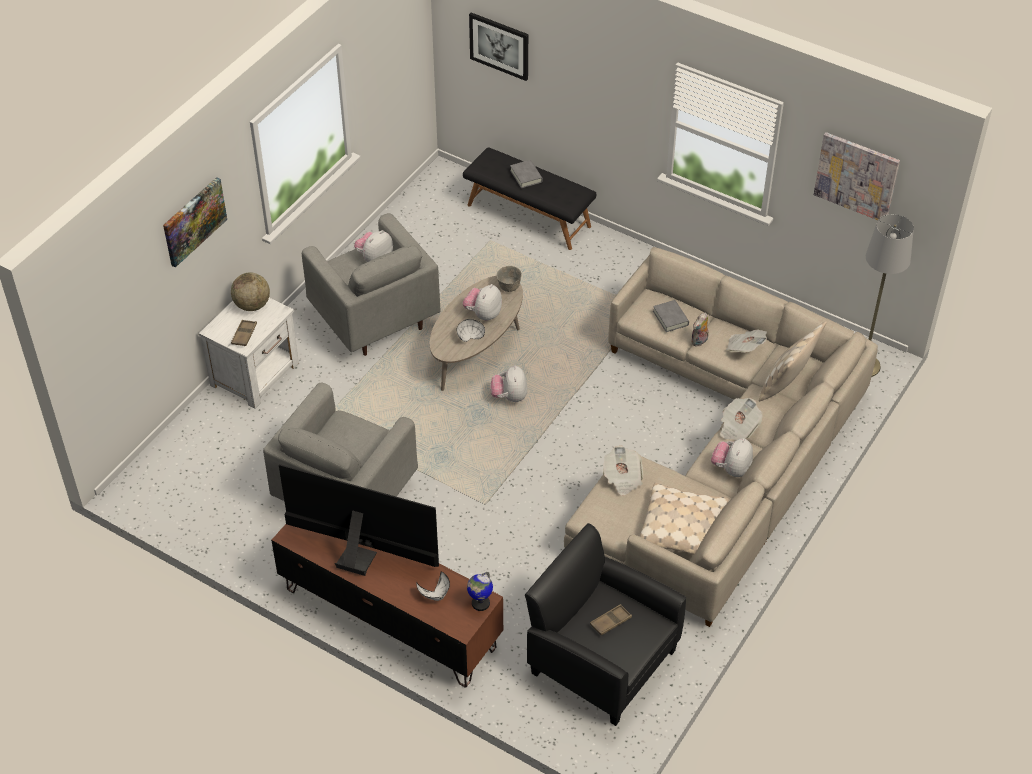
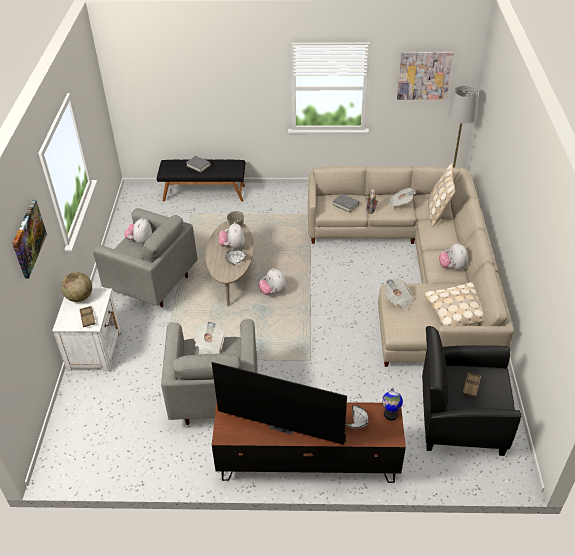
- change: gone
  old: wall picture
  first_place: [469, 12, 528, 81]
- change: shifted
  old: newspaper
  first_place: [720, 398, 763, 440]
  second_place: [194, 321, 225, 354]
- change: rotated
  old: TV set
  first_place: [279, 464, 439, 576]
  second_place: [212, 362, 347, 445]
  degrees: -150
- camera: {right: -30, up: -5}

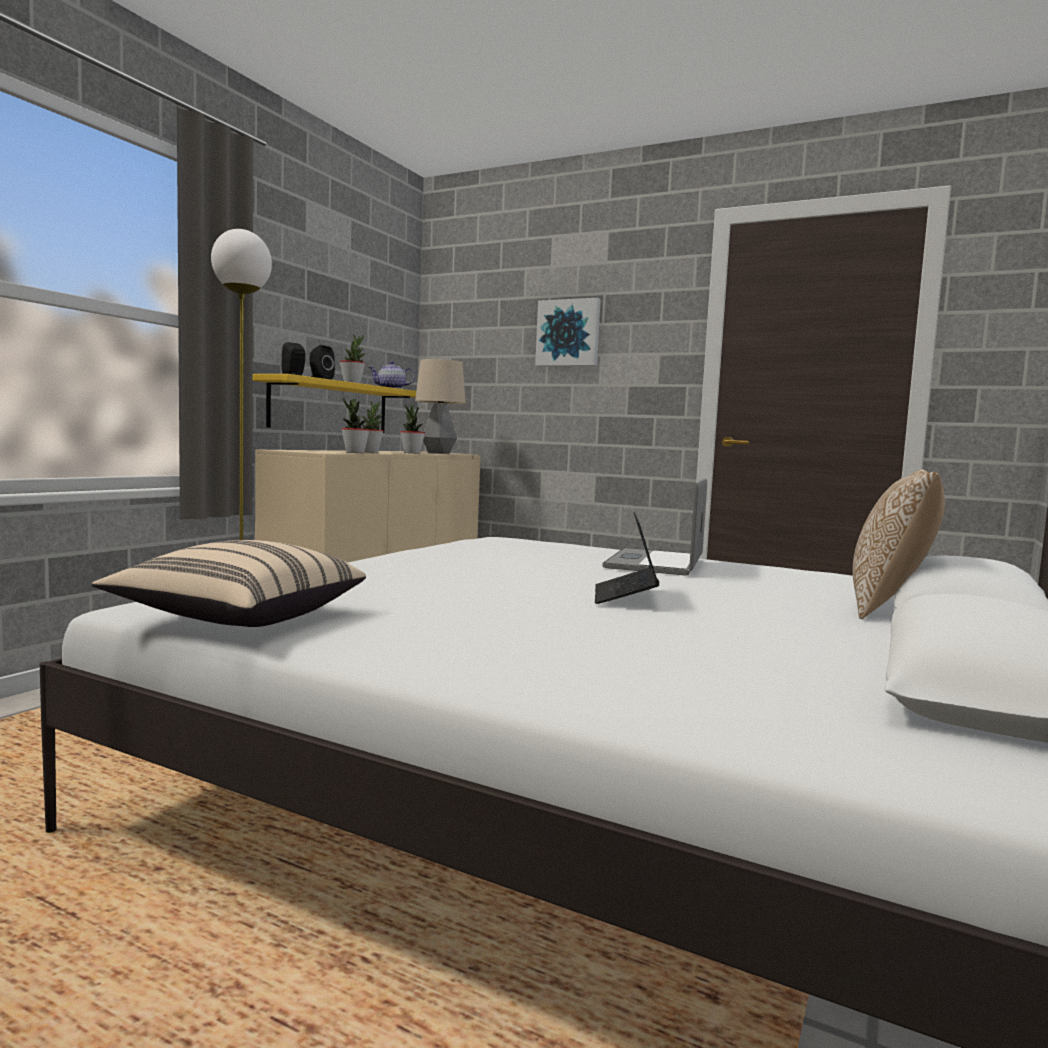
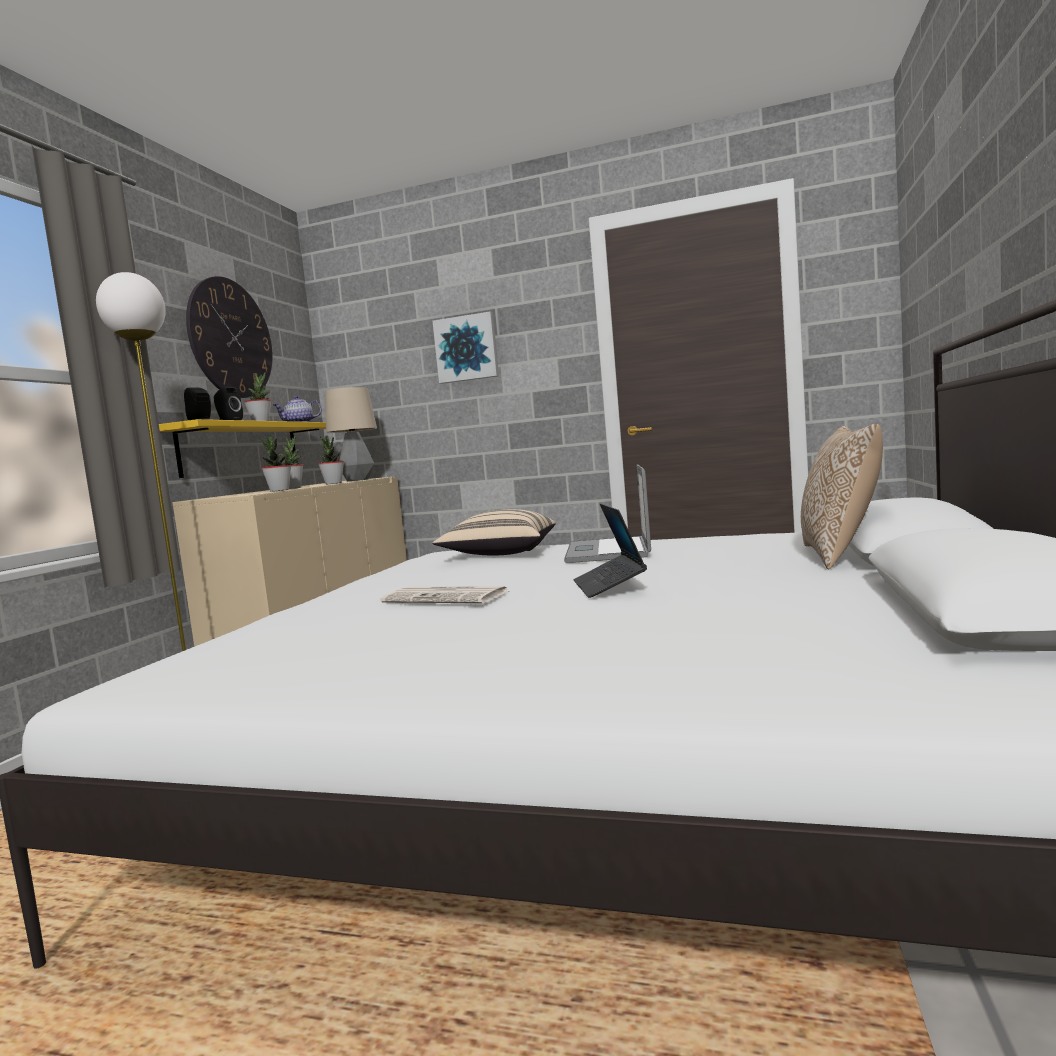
- change: new
  new: clock on the wall
  second_place: [186, 276, 273, 398]
- change: new
  new: newspaper
  second_place: [381, 586, 508, 603]
- change: shifted
  old: throw pillow in sand-coloured
  first_place: [92, 540, 366, 627]
  second_place: [432, 509, 555, 555]
- camera: {right: -10, up: 0}

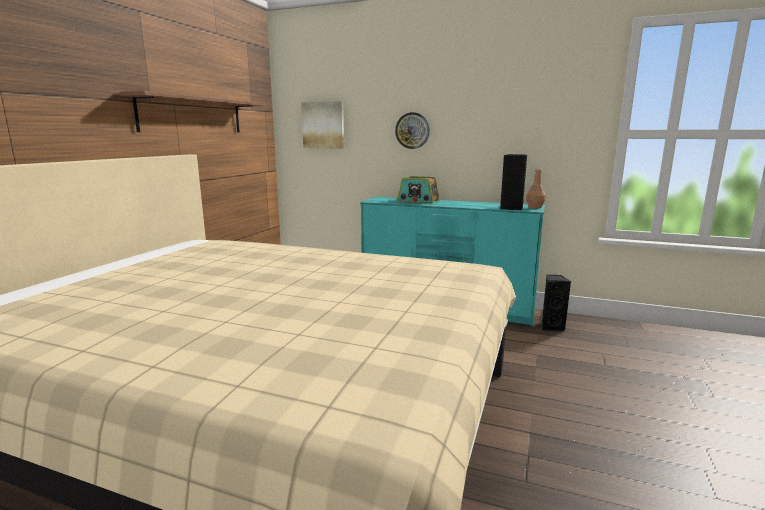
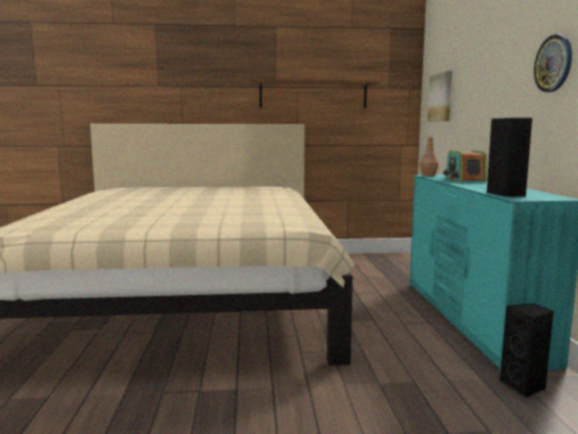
- change: shifted
  old: clock on the wall
  first_place: [395, 112, 430, 149]
  second_place: [534, 35, 572, 92]
- change: shifted
  old: drink bottle in brown-coloured
  first_place: [526, 168, 546, 209]
  second_place: [420, 136, 439, 176]
- camera: {right: 65, up: -5}

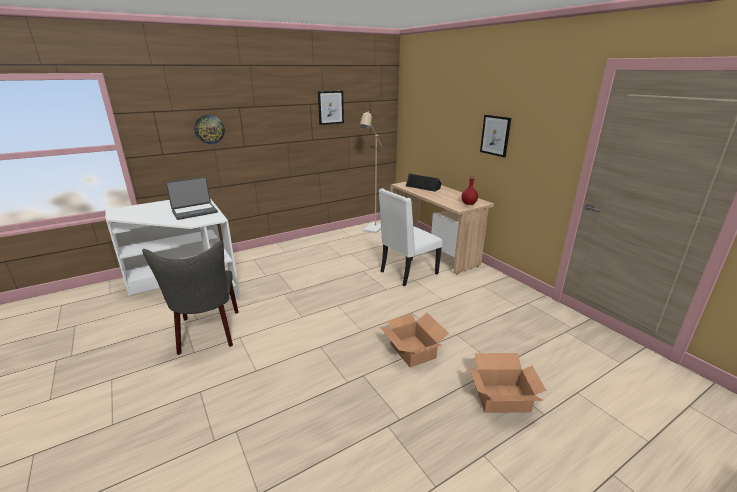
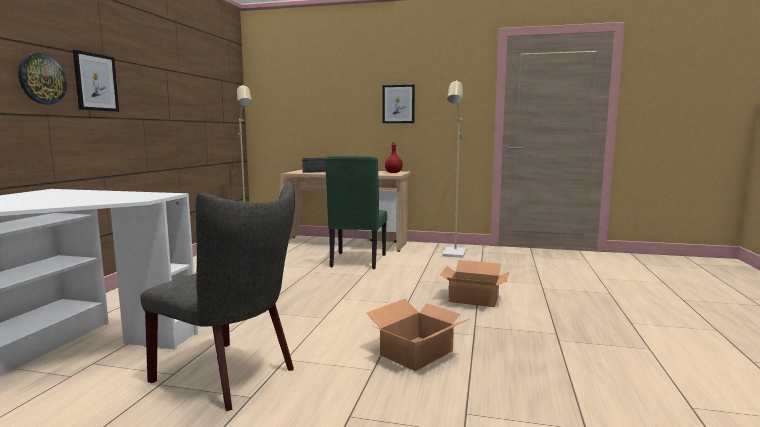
- change: gone
  old: portable computer
  first_place: [166, 177, 218, 220]
- change: new
  new: standing lamp in sand-coloured
  second_place: [442, 80, 466, 258]
- change: shifted
  old: wall picture
  first_place: [318, 91, 344, 125]
  second_place: [73, 50, 119, 112]
- change: shifted
  old: packing box
  first_place: [469, 353, 547, 413]
  second_place: [366, 299, 469, 371]
- change: repainted
  old: plain chair in white-coloured
  new: plain chair in greenish
  first_place: [379, 188, 443, 286]
  second_place: [325, 155, 387, 269]
- camera: {right: -45, up: -15}

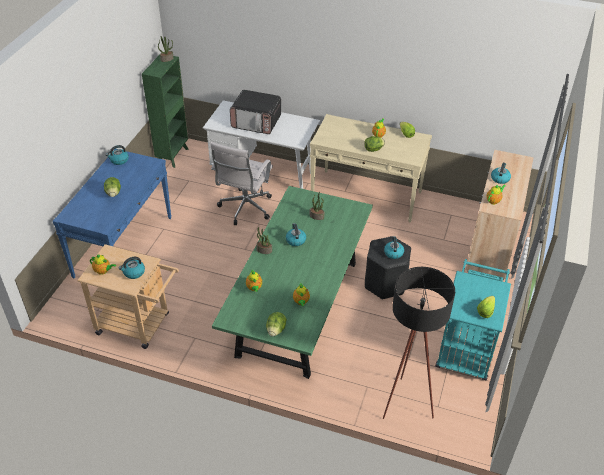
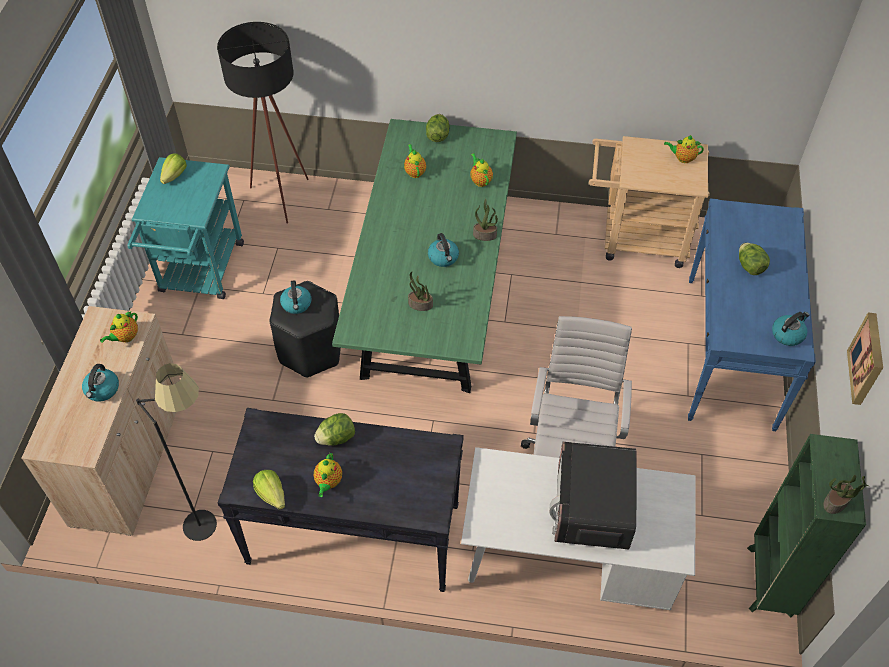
- change: gone
  old: tea kettle
  first_place: [118, 257, 145, 279]
- change: new
  new: standing lamp in blackish
  second_place: [136, 363, 217, 541]
- change: new
  new: wall picture
  second_place: [847, 312, 883, 405]
- change: repainted
  old: console table in sand-coloured
  new: console table in blackish
  first_place: [310, 114, 432, 223]
  second_place: [218, 408, 464, 592]
- change: rotated
  old: microwave oven
  first_place: [230, 90, 281, 134]
  second_place: [549, 442, 636, 549]
  degrees: -90
- camera: {right: 170, up: 10}

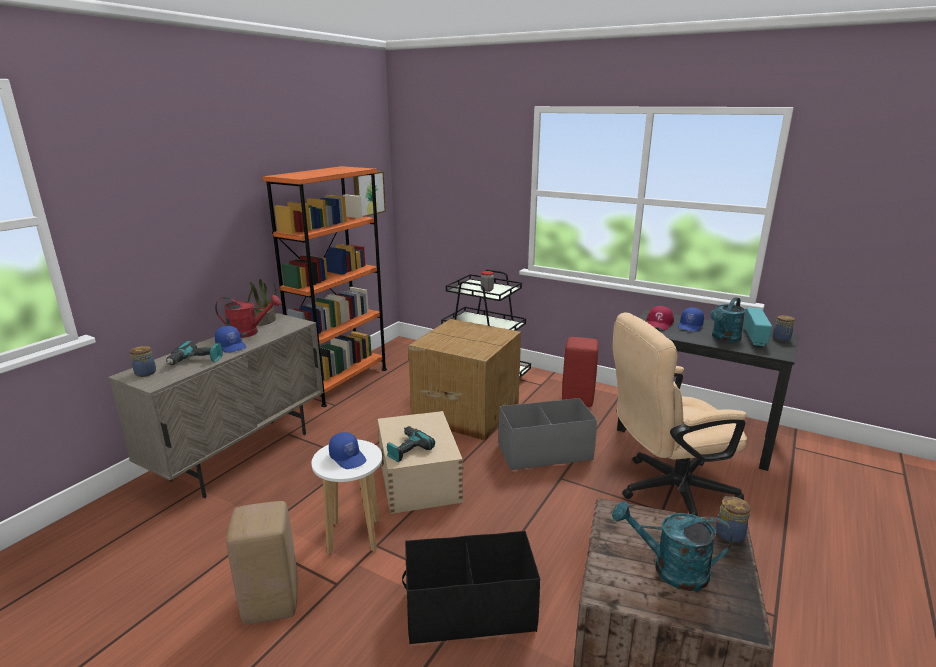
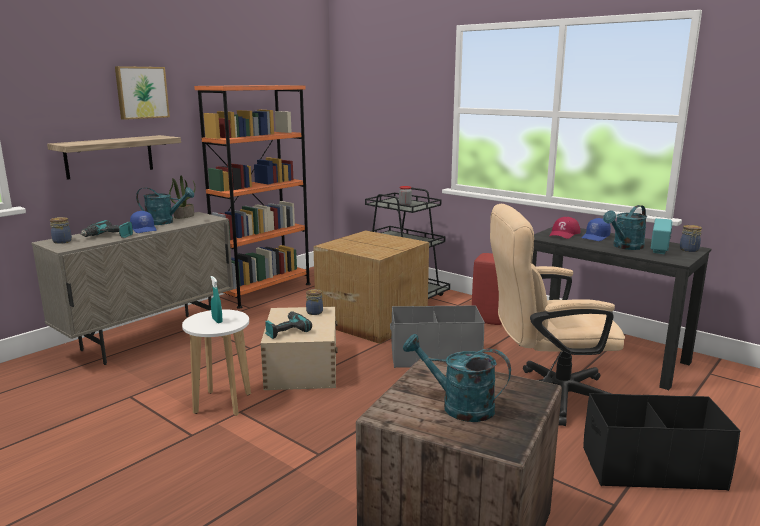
- change: gone
  old: stool seat in sand-coloured
  first_place: [226, 501, 298, 625]
- change: new
  new: wall shelf
  second_place: [47, 135, 181, 180]
- change: shifted
  old: wall picture
  first_place: [353, 171, 386, 217]
  second_place: [115, 66, 170, 120]
- change: shifted
  old: storage box in blackish
  first_place: [402, 531, 540, 645]
  second_place: [583, 393, 741, 491]
- change: shifted
  old: preserve jar
  first_place: [716, 496, 751, 543]
  second_place: [306, 289, 323, 315]
- change: swapped
  old: baseball cap in bluish
  new: hand sprayer in turquoise-coloured
  first_place: [329, 432, 366, 469]
  second_place: [211, 276, 222, 323]
- change: repainted
  old: watering can in red
  new: watering can in turquoise-coloured
  first_place: [215, 295, 281, 338]
  second_place: [136, 187, 194, 225]
- camera: {right: 10, up: -5}

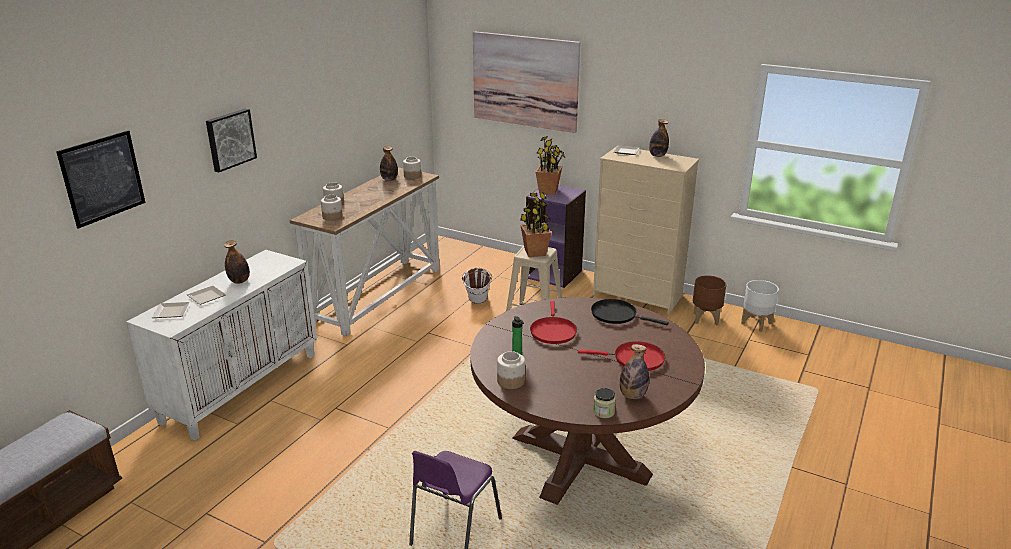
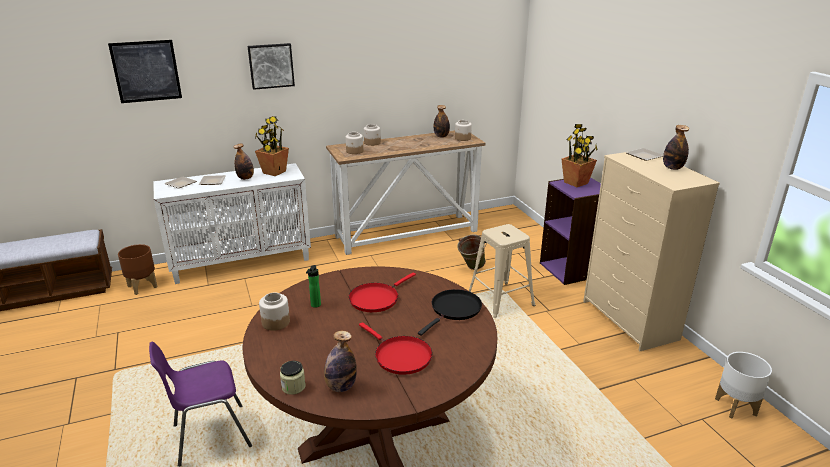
- change: gone
  old: wall picture
  first_place: [473, 31, 581, 133]
- change: shifted
  old: houseplant
  first_place: [520, 192, 551, 257]
  second_place: [254, 116, 289, 176]
- change: shifted
  old: plant pot in brown-coloured
  first_place: [693, 275, 726, 325]
  second_place: [118, 244, 157, 295]
- change: repainted
  old: pail in white-coloured
  new: pail in greenish
  first_place: [462, 268, 492, 304]
  second_place: [457, 235, 486, 270]
- change: rotated
  old: skillet in blackish
  first_place: [591, 299, 669, 325]
  second_place: [418, 289, 482, 336]
  degrees: 60
- camera: {right: 40, up: 0}

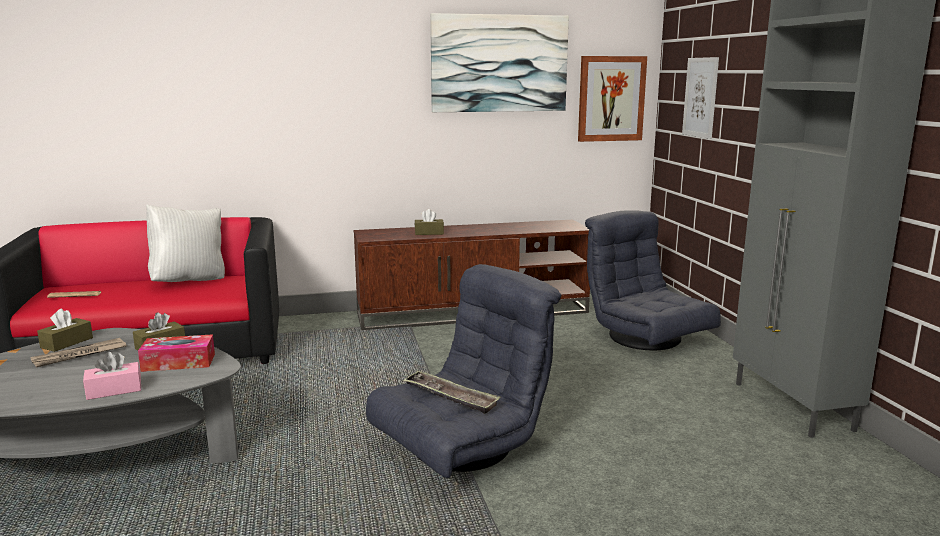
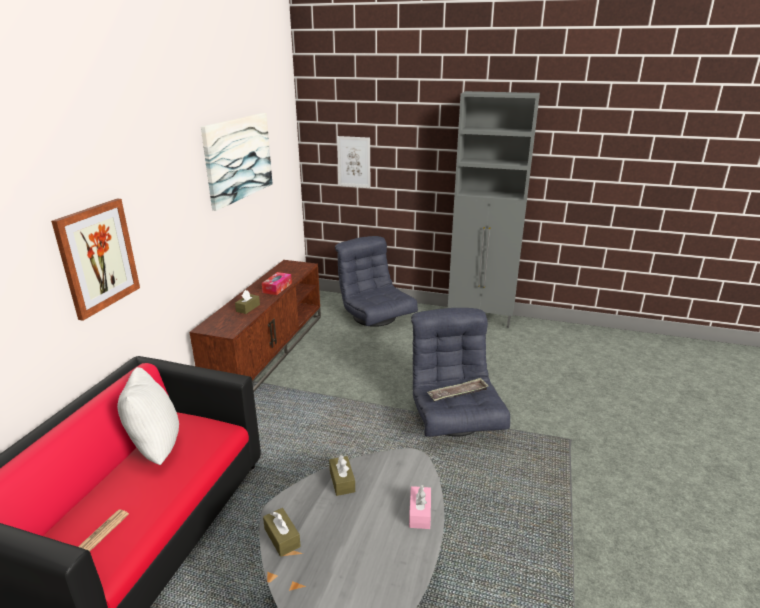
- change: gone
  old: newspaper
  first_place: [31, 338, 127, 368]
- change: shifted
  old: tissue holder
  first_place: [138, 334, 215, 372]
  second_place: [262, 272, 292, 295]
- change: shifted
  old: wall picture
  first_place: [578, 56, 647, 142]
  second_place: [51, 199, 140, 321]
- change: rotated
  old: lounge chair in grey
  first_place: [585, 210, 721, 350]
  second_place: [335, 236, 418, 327]
  degrees: 60
- camera: {right: -60, up: 10}

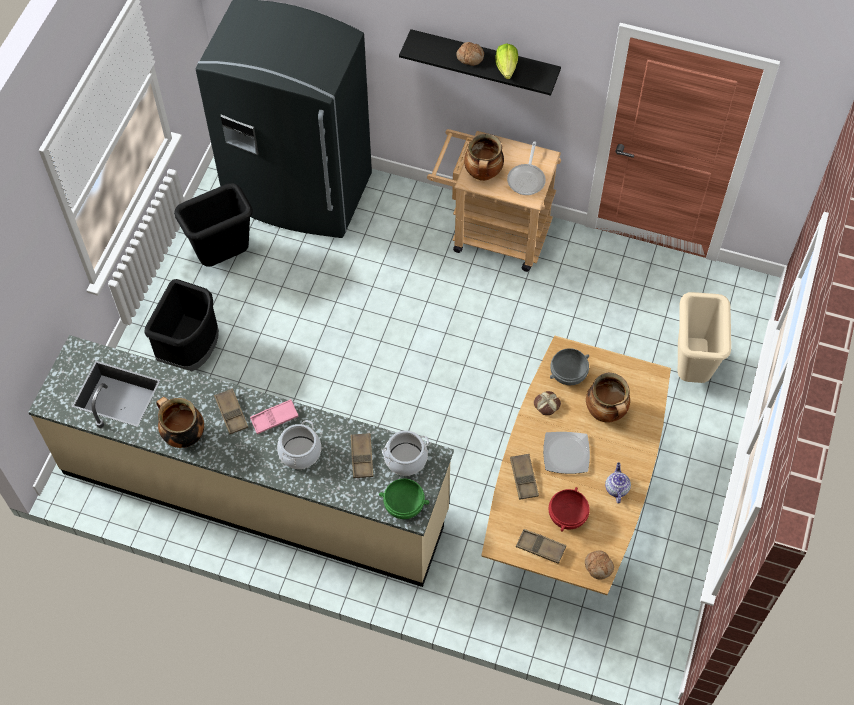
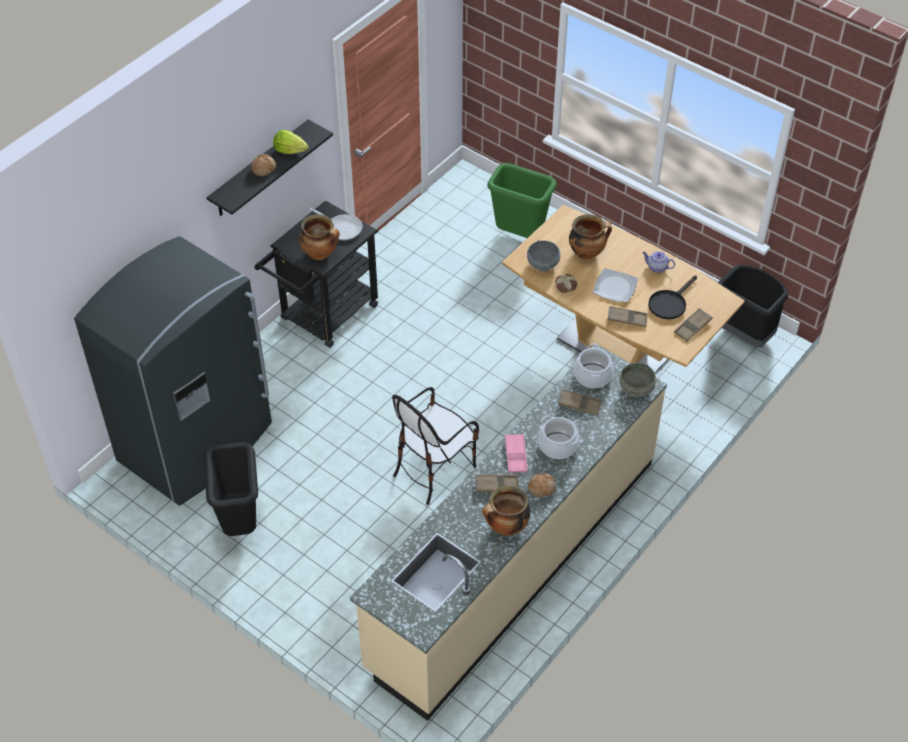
- change: new
  new: plain chair
  second_place: [392, 387, 479, 505]
- change: shifted
  old: waste bin in blackish
  first_place: [144, 279, 219, 371]
  second_place: [718, 265, 788, 348]
- change: shifted
  old: baked bread
  first_place: [585, 550, 614, 580]
  second_place: [528, 473, 556, 497]
- change: swapped
  old: serving bowl in red
  new: skillet in blackish
  first_place: [549, 487, 590, 532]
  second_place: [648, 275, 697, 319]
- change: repainted
  old: serving bowl in greenish
  new: serving bowl in grey
  first_place: [379, 478, 429, 519]
  second_place: [619, 363, 657, 397]
- change: repainted
  old: cart in sand-coloured
  new: cart in blackish
  first_place: [427, 129, 561, 272]
  second_place: [254, 200, 378, 348]
- change: repainted
  old: waste bin in sand-coloured
  new: waste bin in greenish
  first_place: [678, 292, 731, 383]
  second_place: [487, 163, 557, 238]
- camera: {right: -70, up: -10}

